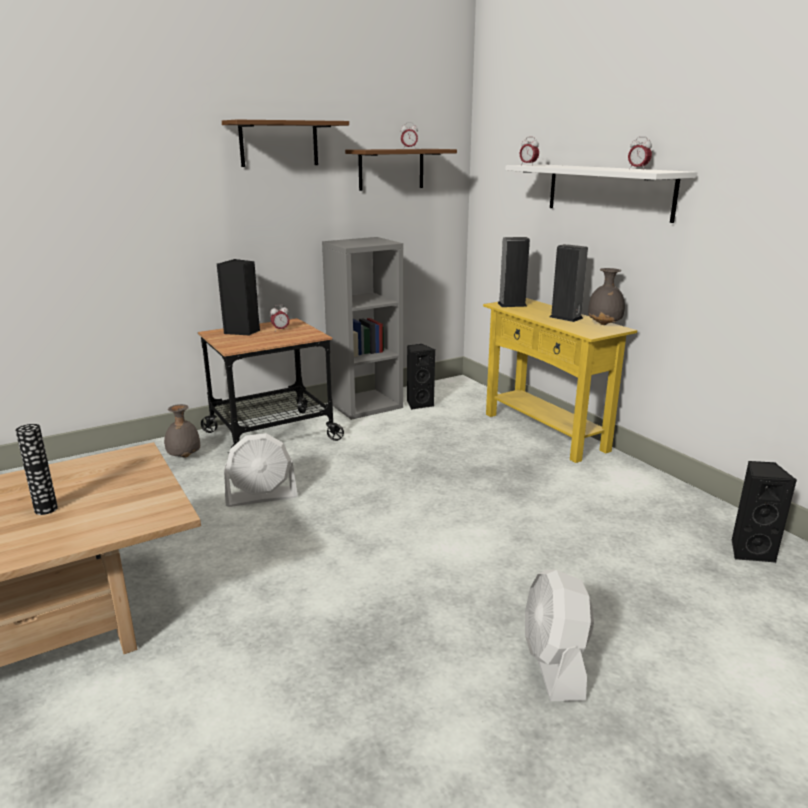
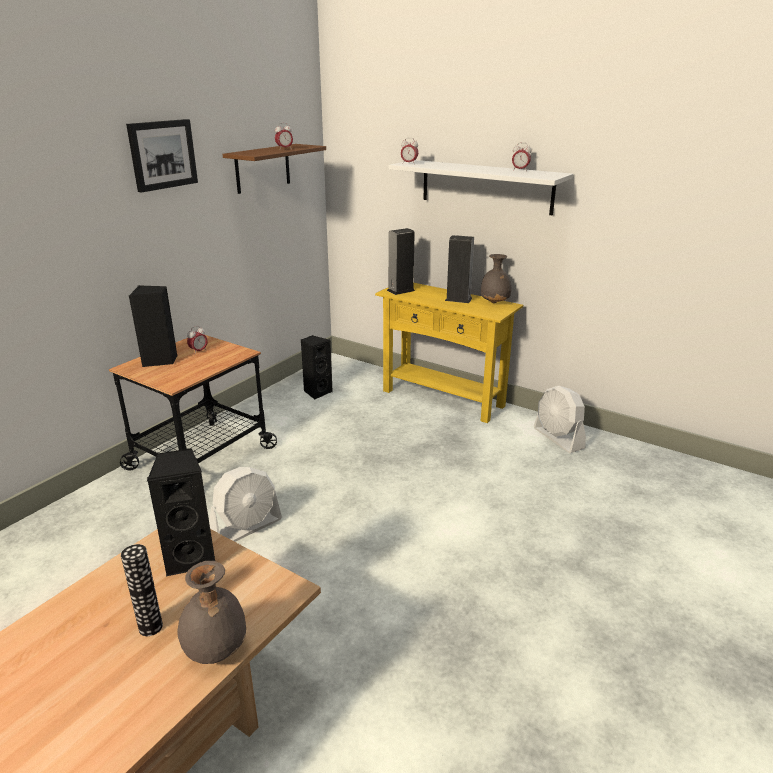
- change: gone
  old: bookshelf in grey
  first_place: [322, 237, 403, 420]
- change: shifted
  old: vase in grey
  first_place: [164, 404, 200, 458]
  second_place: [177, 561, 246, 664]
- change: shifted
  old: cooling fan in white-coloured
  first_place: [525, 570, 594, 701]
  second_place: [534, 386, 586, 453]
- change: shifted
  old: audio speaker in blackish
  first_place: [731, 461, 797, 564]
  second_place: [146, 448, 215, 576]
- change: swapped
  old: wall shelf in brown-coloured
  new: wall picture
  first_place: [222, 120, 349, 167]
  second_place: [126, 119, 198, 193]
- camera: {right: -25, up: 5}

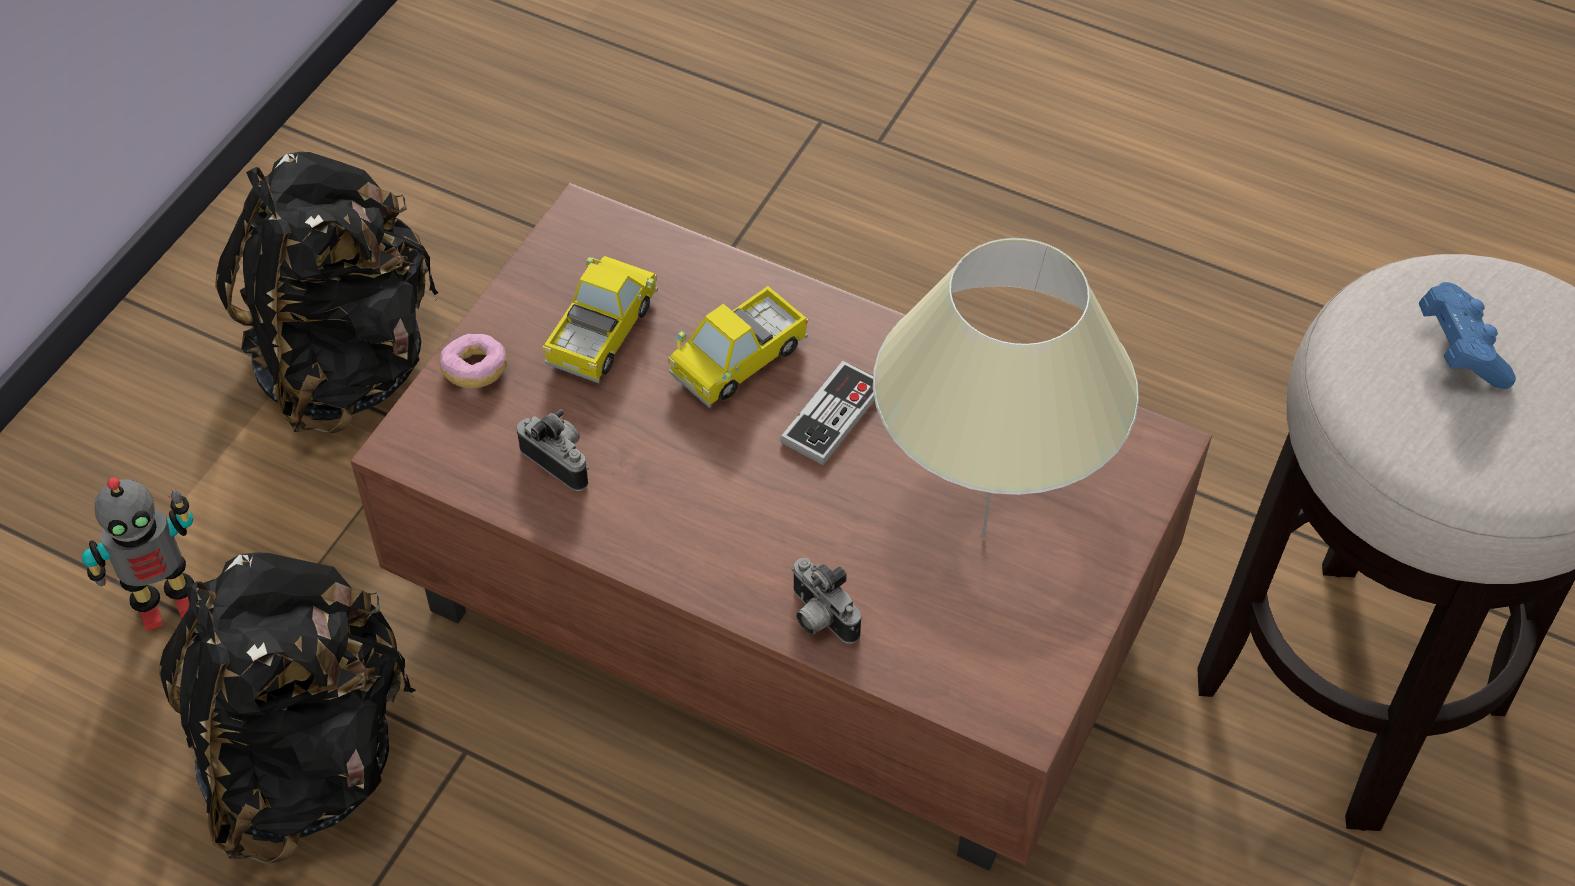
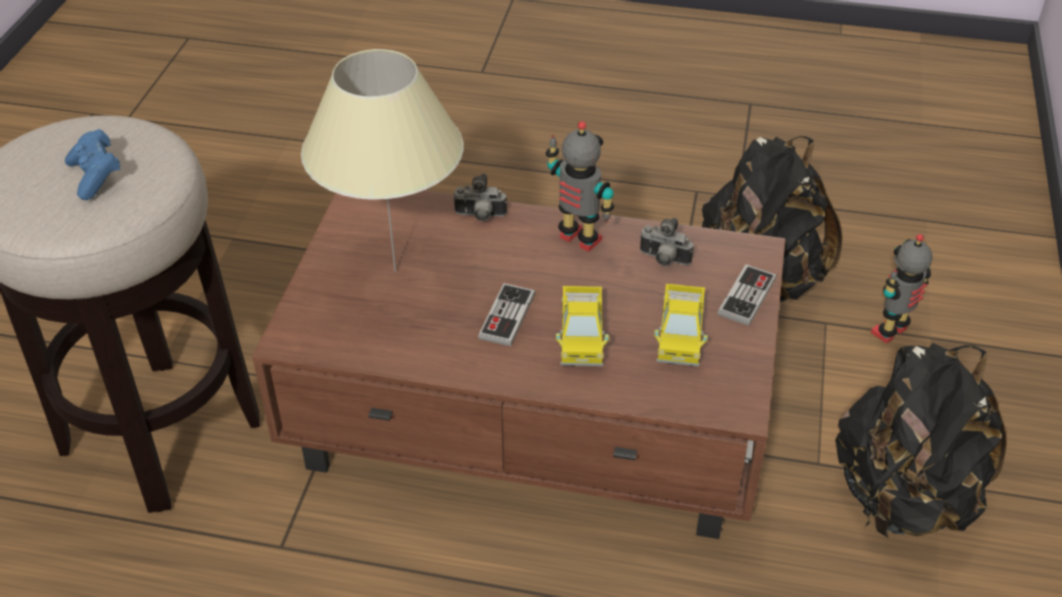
- change: new
  new: toy robot
  second_place: [546, 121, 614, 252]
- change: swapped
  old: doughnut
  new: game controller
  first_place: [440, 334, 507, 389]
  second_place: [718, 264, 776, 326]
- change: rotated
  old: toy lorry
  first_place: [668, 286, 808, 408]
  second_place: [556, 286, 609, 366]
  degrees: 150
- change: rotated
  old: photo camera
  first_place: [792, 558, 861, 644]
  second_place: [453, 173, 507, 221]
  degrees: 150
- camera: {right: 165, up: -10}

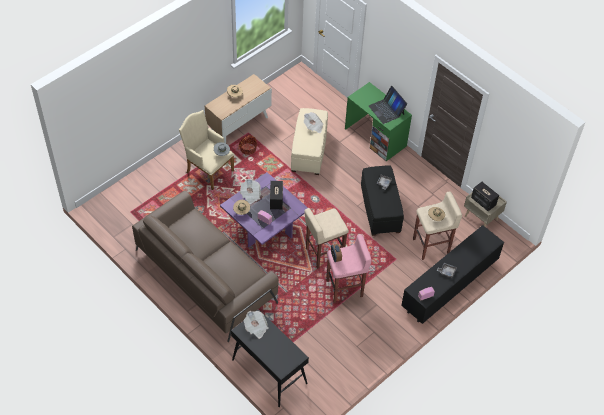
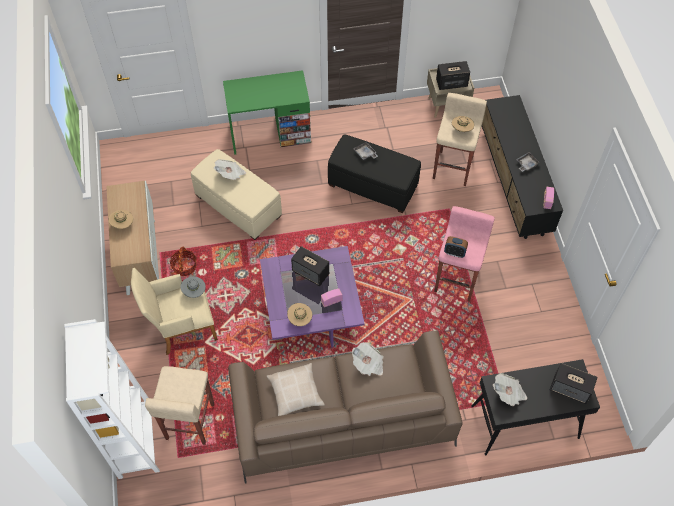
- change: gone
  old: portable computer
  first_place: [369, 86, 407, 124]
- change: new
  new: bookshelf in white-coloured
  second_place: [64, 319, 160, 479]
- change: new
  new: throw pillow in sand-coloured
  second_place: [267, 363, 325, 416]
- change: new
  new: audio speaker
  second_place: [550, 363, 598, 404]
- change: shifted
  old: newspaper
  first_place: [240, 179, 261, 204]
  second_place: [352, 342, 383, 376]
- change: shifted
  old: stool seat in sand-coloured
  first_place: [304, 208, 349, 269]
  second_place: [145, 366, 214, 445]
- camera: {right: -55, up: 5}

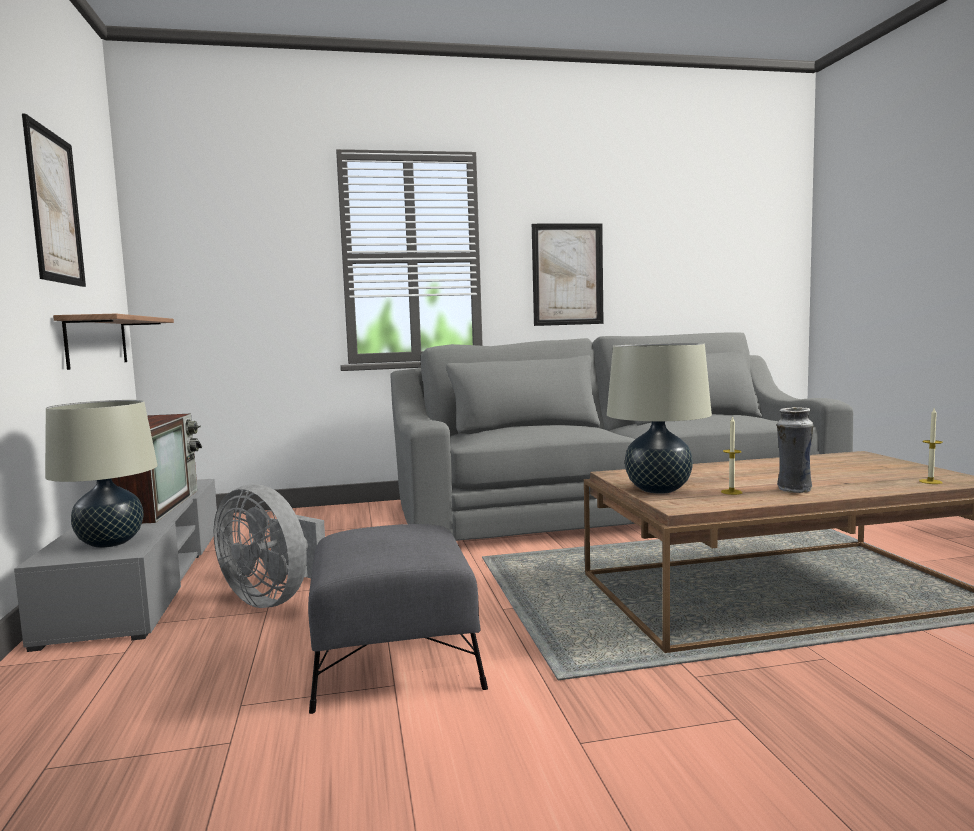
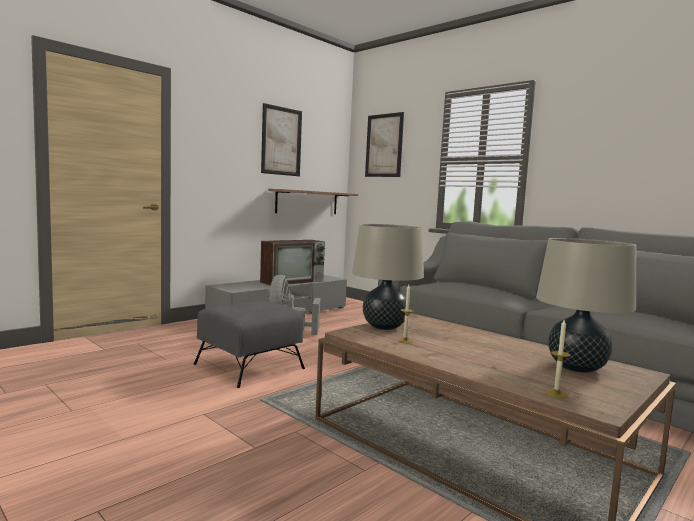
- change: gone
  old: vase
  first_place: [777, 407, 813, 493]
- change: shifted
  old: table lamp in sand-coloured
  first_place: [45, 400, 157, 548]
  second_place: [536, 238, 636, 373]
- change: shifted
  old: wall picture
  first_place: [532, 224, 604, 326]
  second_place: [365, 112, 404, 177]
- camera: {right: 55, up: 0}

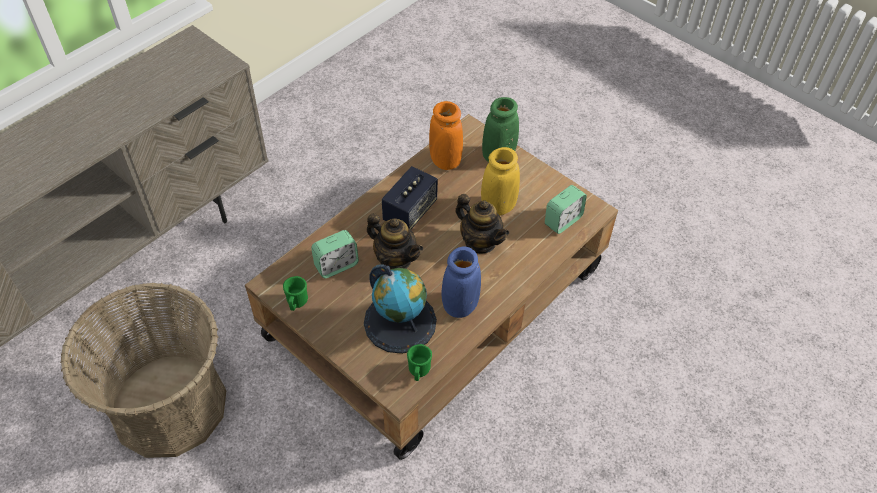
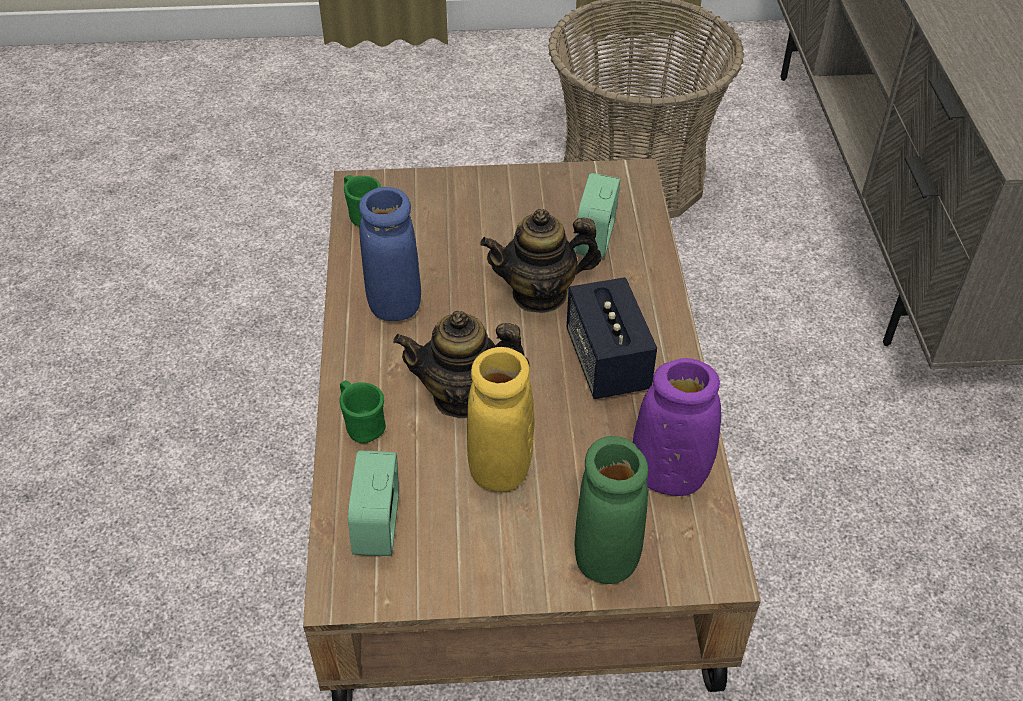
- change: gone
  old: desk globe
  first_place: [364, 264, 437, 354]
- change: shifted
  old: mug in greenish
  first_place: [283, 276, 308, 311]
  second_place: [339, 380, 386, 443]
- change: repainted
  old: vase in orange
  new: vase in purplish
  first_place: [429, 101, 463, 170]
  second_place: [633, 358, 721, 496]
- camera: {right: 135, up: -5}

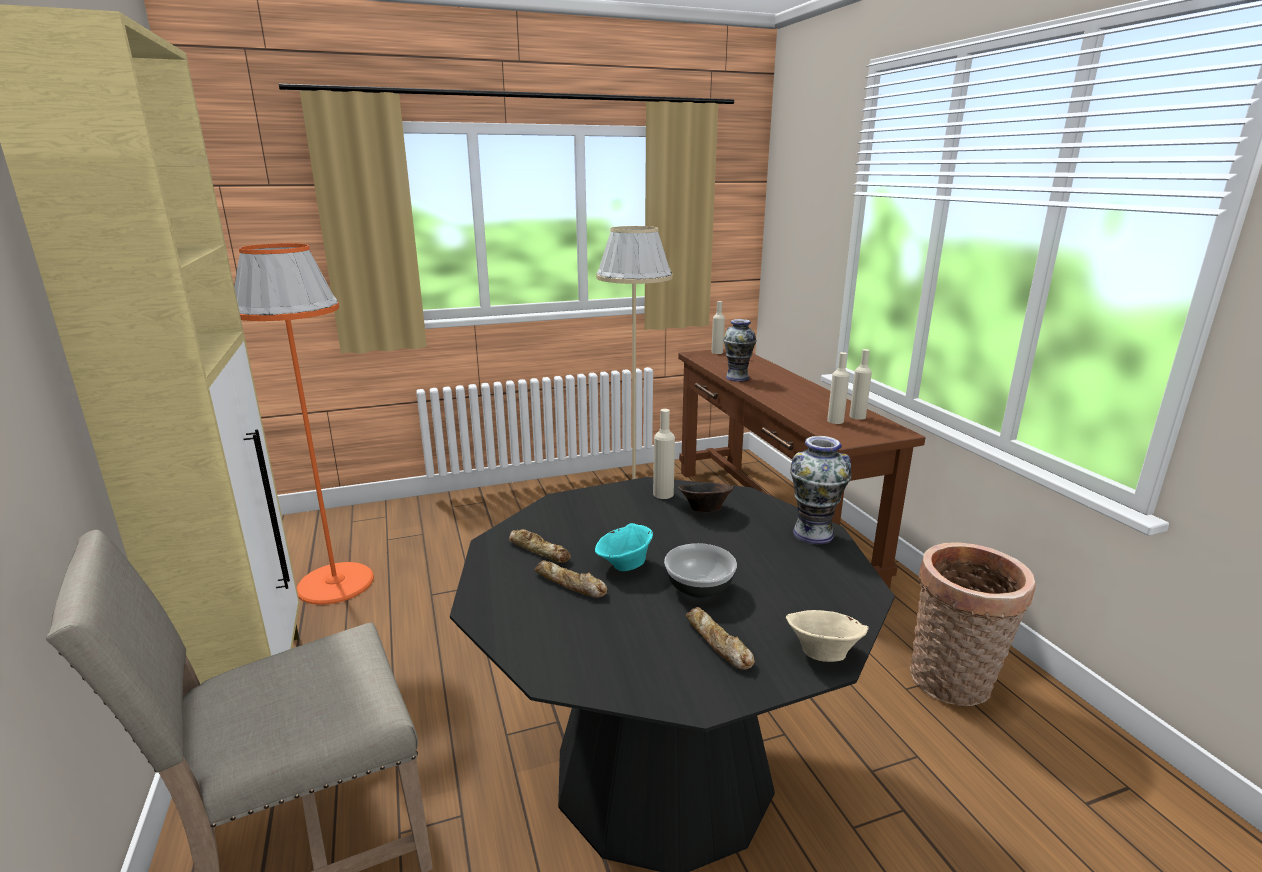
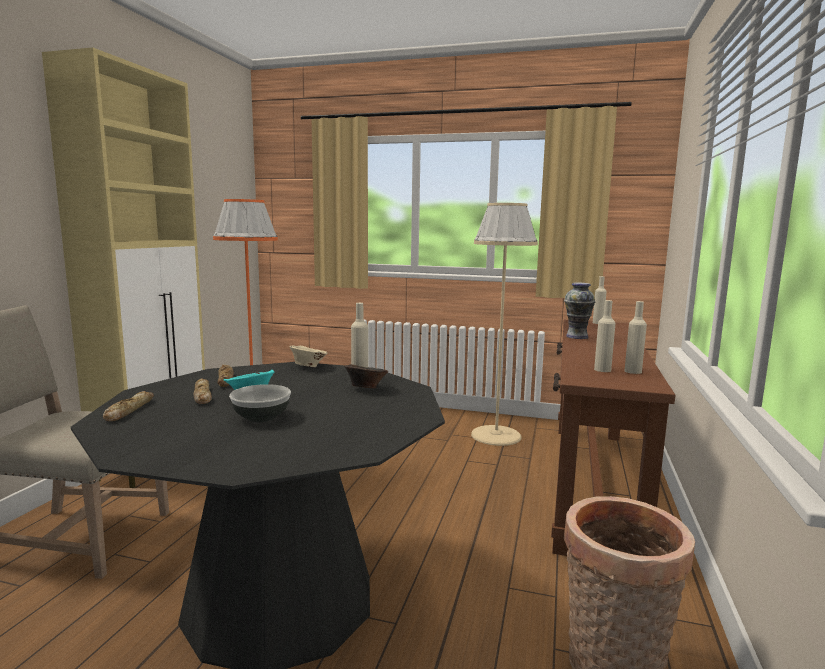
- change: gone
  old: vase
  first_place: [790, 436, 852, 544]
- change: shifted
  old: baked bread
  first_place: [686, 607, 755, 670]
  second_place: [103, 391, 154, 421]
- change: shifted
  old: serving bowl in sand-coloured
  first_place: [786, 610, 869, 662]
  second_place: [290, 346, 327, 367]
- camera: {right: 35, up: -10}

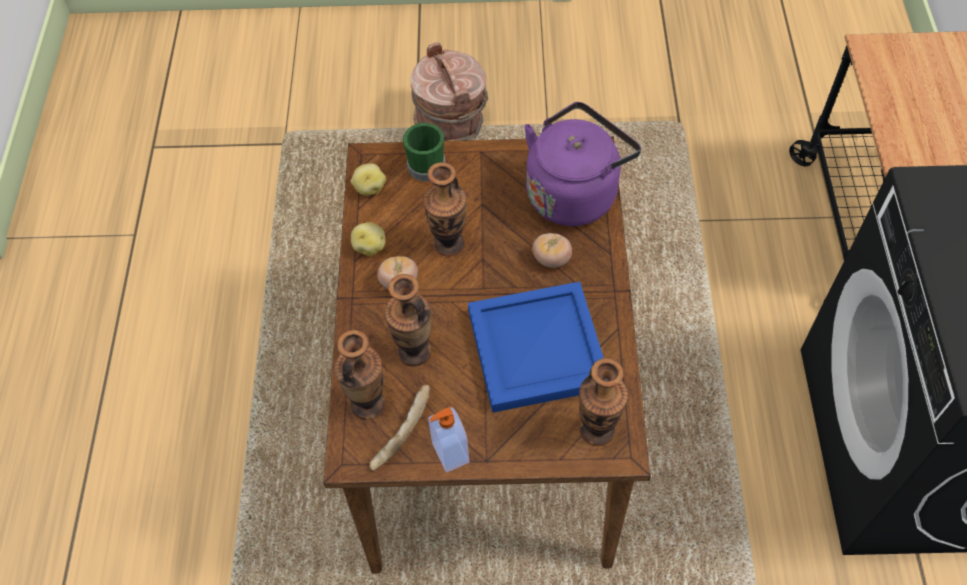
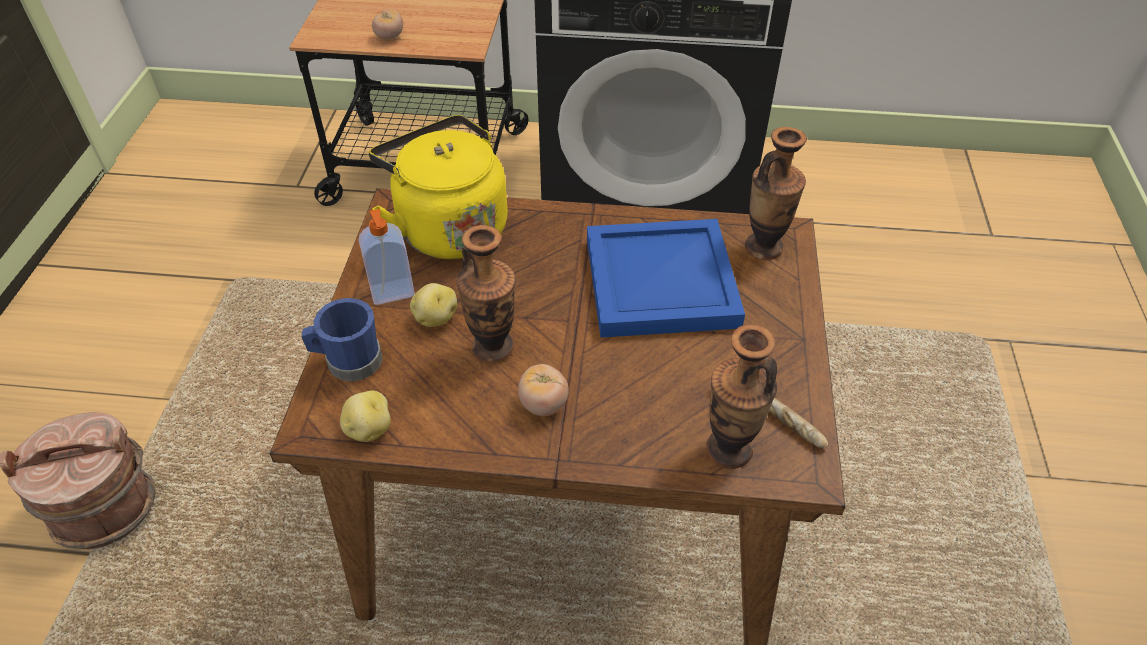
- change: gone
  old: vase
  first_place: [384, 274, 431, 367]
- change: shifted
  old: potato
  first_place: [351, 222, 385, 256]
  second_place: [410, 283, 457, 327]
- change: shifted
  old: soap dispenser
  first_place: [428, 407, 469, 473]
  second_place: [359, 209, 415, 305]
- change: shifted
  old: whole tomato
  first_place: [532, 233, 572, 268]
  second_place: [372, 9, 403, 40]
- change: repainted
  old: mug in greenish
  new: mug in bluish
  first_place: [403, 123, 445, 181]
  second_place: [301, 298, 383, 382]
- change: repainted
  old: tea kettle in purplish
  new: tea kettle in yellow
  first_place: [524, 102, 641, 226]
  second_place: [369, 115, 508, 259]
- camera: {right: -85, up: -10}

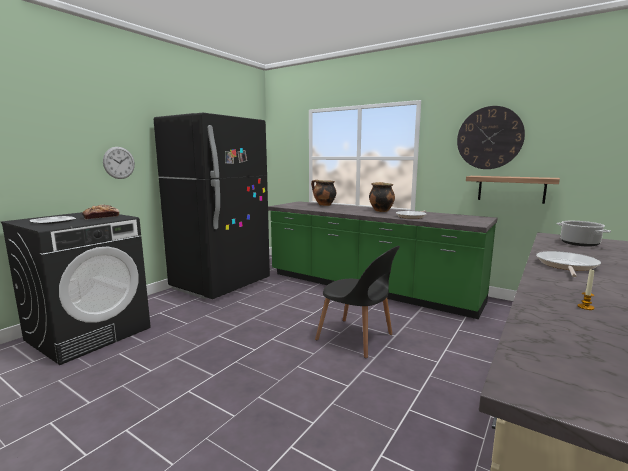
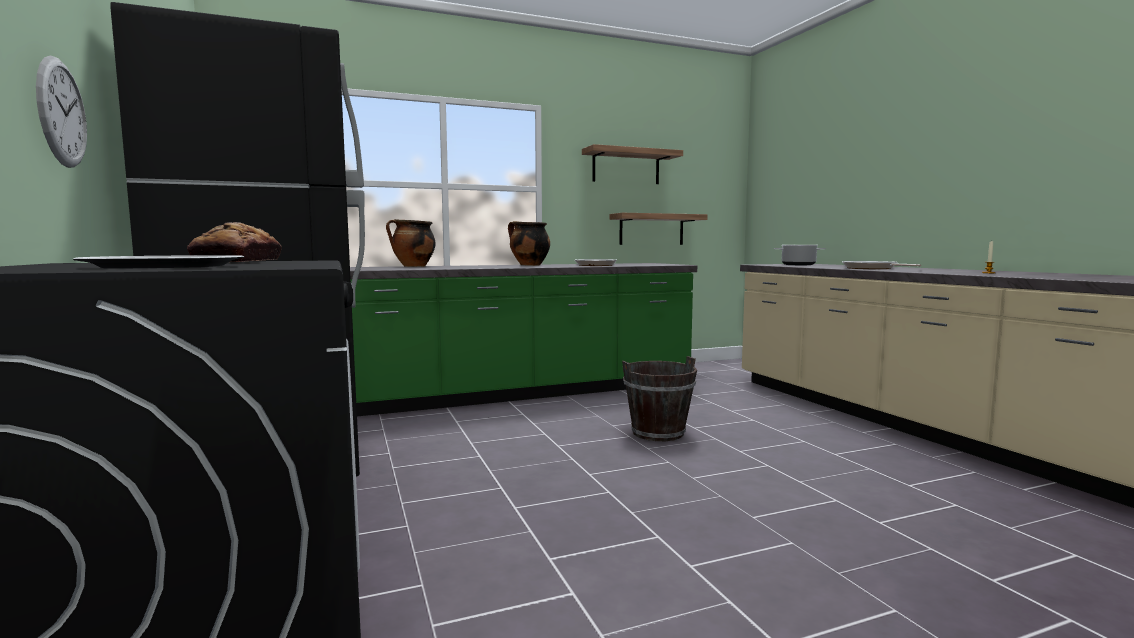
- change: swapped
  old: plain chair in blackish
  new: pail in brown-coloured
  first_place: [315, 246, 400, 358]
  second_place: [622, 356, 697, 441]
- change: swapped
  old: clock on the wall
  new: wall shelf
  first_place: [457, 106, 525, 169]
  second_place: [582, 144, 683, 184]
- camera: {right: -55, up: -5}

